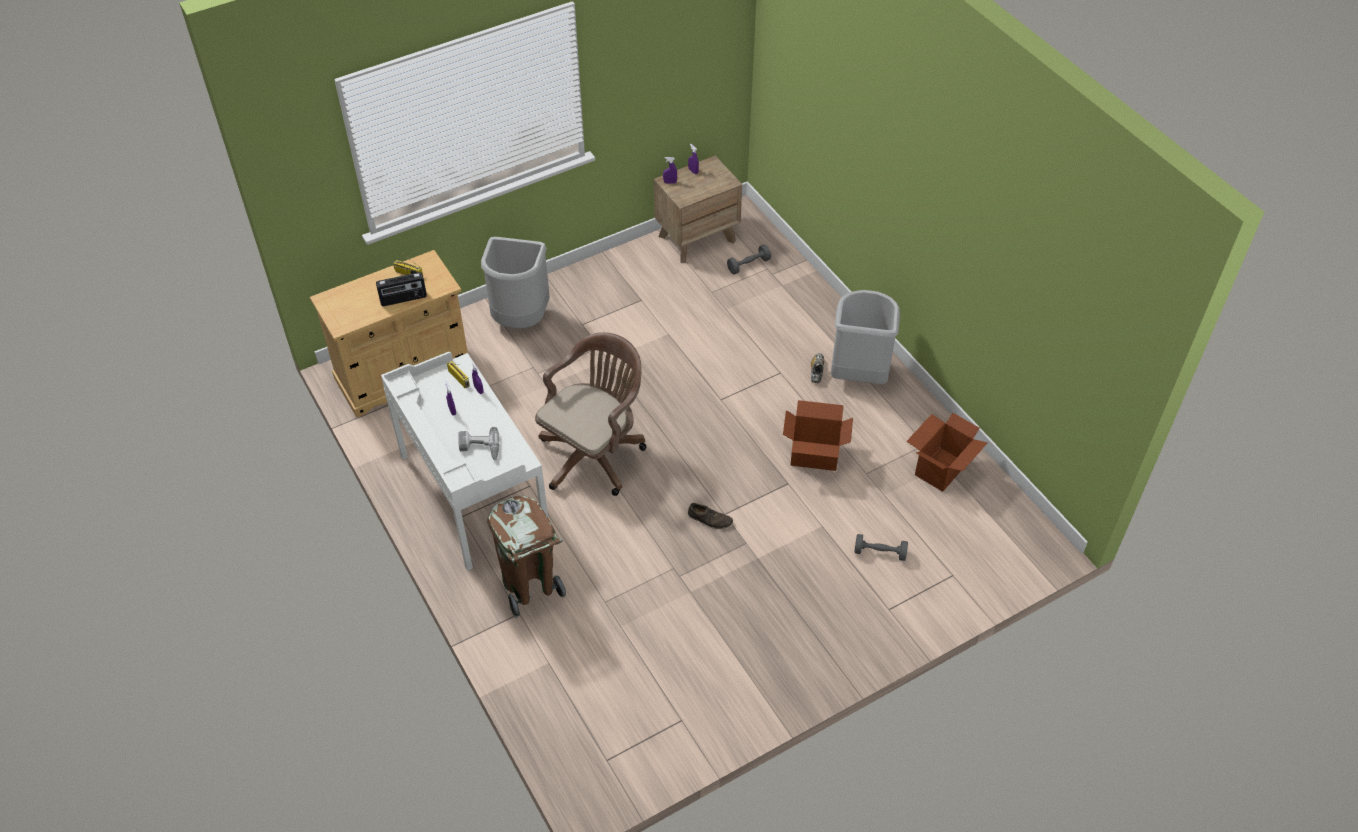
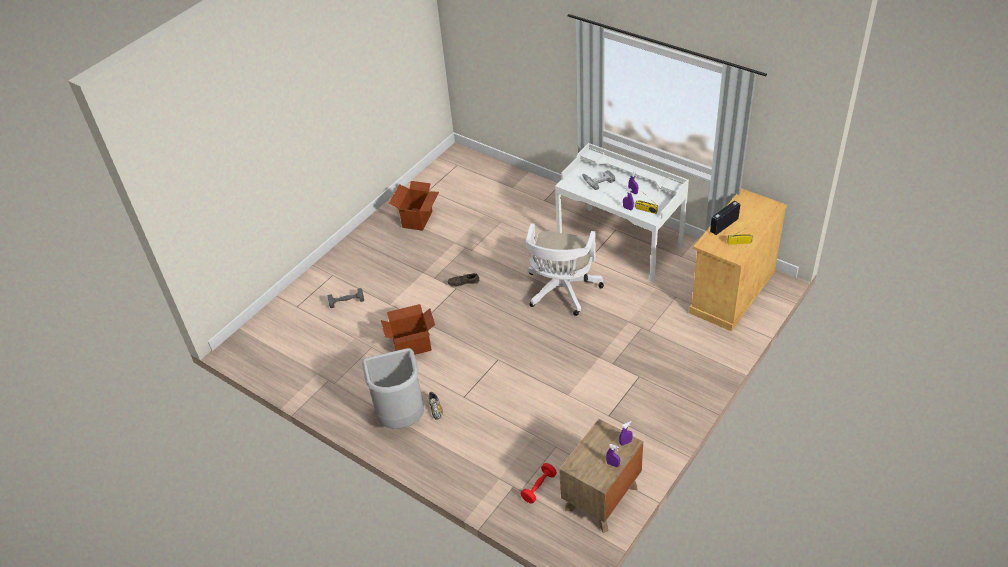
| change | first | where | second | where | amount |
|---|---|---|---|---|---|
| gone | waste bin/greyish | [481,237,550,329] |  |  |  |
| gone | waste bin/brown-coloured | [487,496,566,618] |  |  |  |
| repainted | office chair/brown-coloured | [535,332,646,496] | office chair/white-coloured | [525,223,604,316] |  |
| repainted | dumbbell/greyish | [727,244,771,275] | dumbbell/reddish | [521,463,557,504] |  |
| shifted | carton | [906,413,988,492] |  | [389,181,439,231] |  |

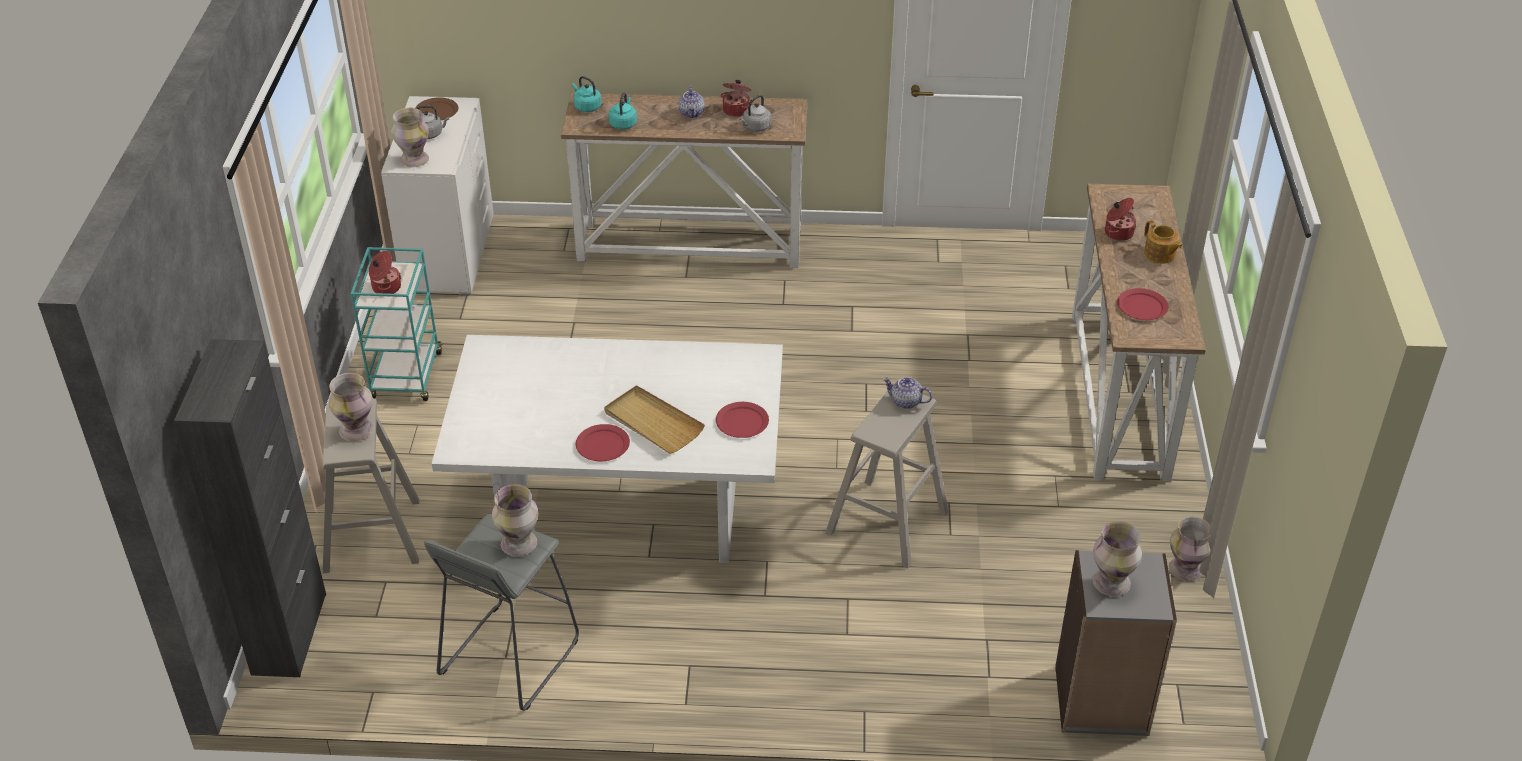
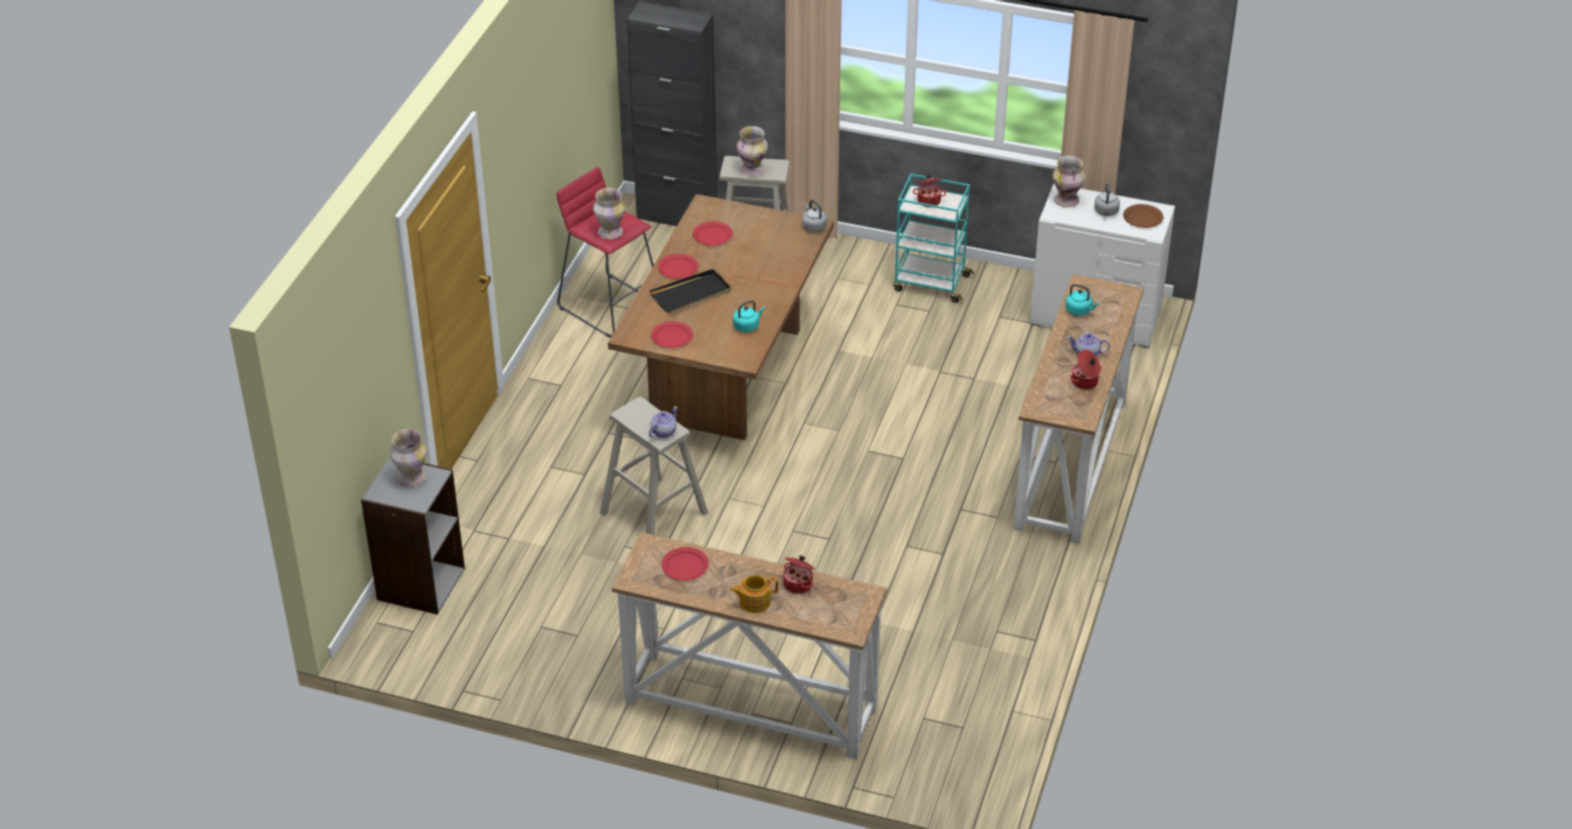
| change | first | where | second | where | amount |
|---|---|---|---|---|---|
| repainted | stool/greyish | [424,514,579,711] | stool/reddish | [556,167,654,337] |  |
| repainted | kitchen table/white-coloured | [431,335,783,563] | kitchen table/brown-coloured | [608,194,834,440] |  |
| shifted | tea kettle/turquoise-coloured | [572,76,601,112] |  | [733,300,765,332] |  |
| repainted | tray/beige-coloured | [604,385,705,454] | tray/blackish | [650,269,731,313] |  |
| shifted | tea kettle/greyish | [739,95,771,132] |  | [802,200,827,232] |  |
| gone | decorative vase | [1169,516,1211,581] |  |  |  |
| new |  |  | flat dish/reddish | [693,221,733,246] |  |

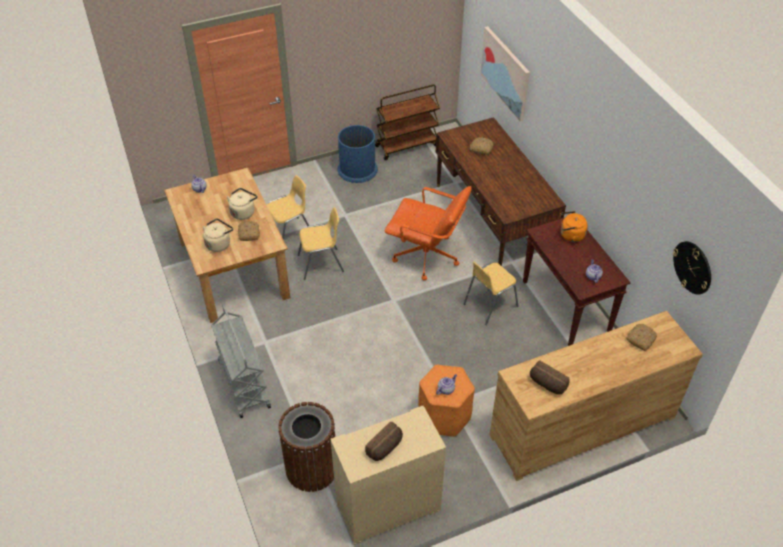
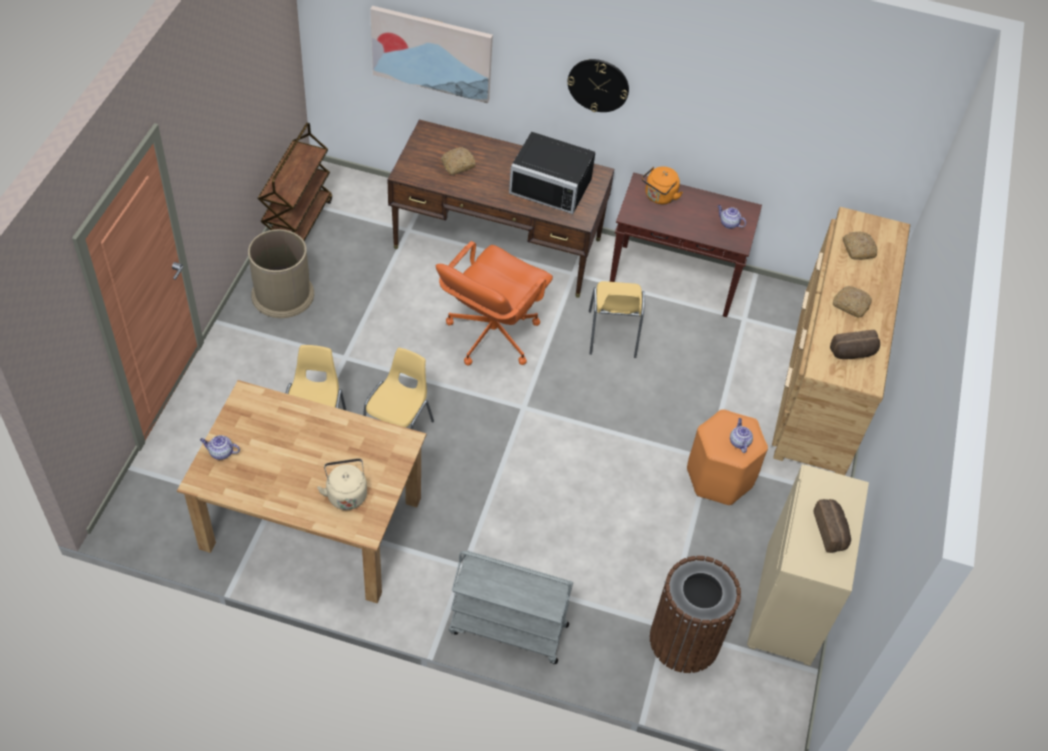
| change | first | where | second | where | amount |
|---|---|---|---|---|---|
| gone | tea kettle/beige-coloured | [227,188,257,220] |  |  |  |
| shifted | bread | [238,221,260,241] |  | [833,286,872,317] |  |
| repainted | waste bin/blue | [338,125,378,183] | waste bin/brown-coloured | [248,229,314,318] |  |
| rotated | office chair/orangey | [385,186,472,280] |  | [436,241,553,366] | 150 degrees clockwise |
| shifted | wall clock | [673,241,711,295] |  | [567,59,629,112] |  |
| new |  |  | microwave/blackish | [509,132,595,214] |  |

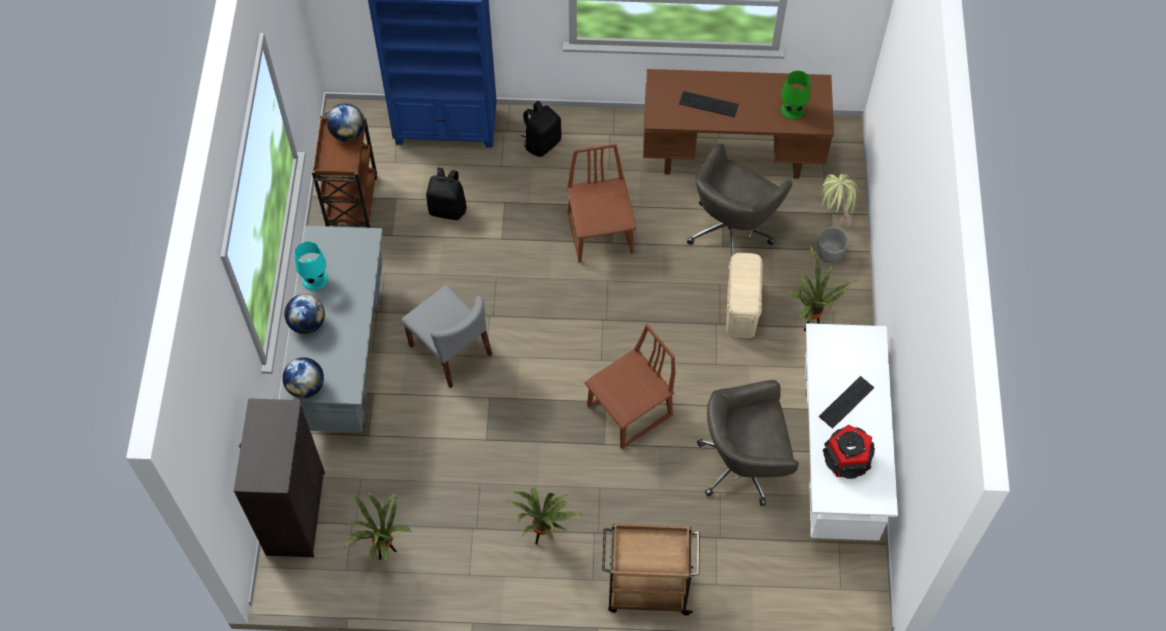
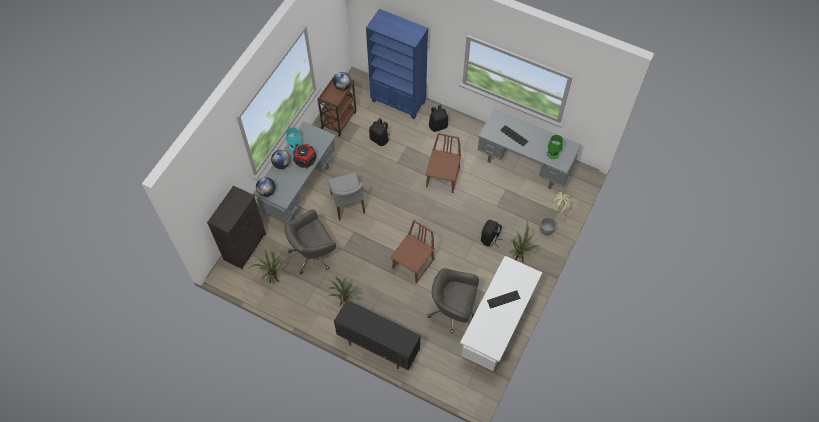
| change | first | where | second | where | amount |
|---|---|---|---|---|---|
| rotated | plain chair/brown-coloured | [585,324,676,449] |  | [391,220,435,283] | 45 degrees counterclockwise |
| swapped | trolley/brown-coloured | [602,523,700,615] | storage cabinet/blackish | [334,300,421,370] |  |
| repainted | desk/brown-coloured | [643,69,834,179] | desk/greyish | [478,109,581,189] |  |
| shifted | office chair/greyish | [687,143,792,256] |  | [284,210,336,274] |  |
| swapped | storage container/beige-coloured | [726,253,763,338] | backpack/blackish | [481,220,503,247] |  |
| shifted | speaker | [823,424,875,479] |  | [293,143,317,169] |  |

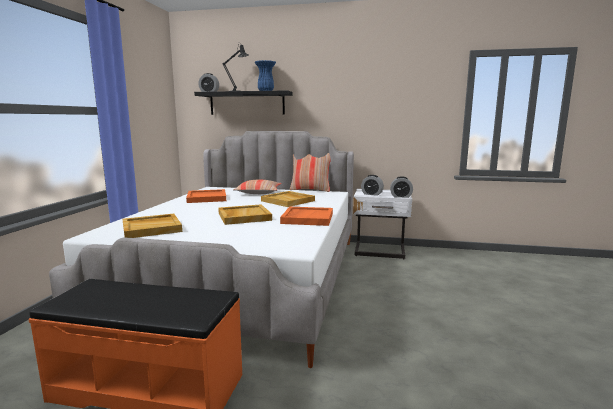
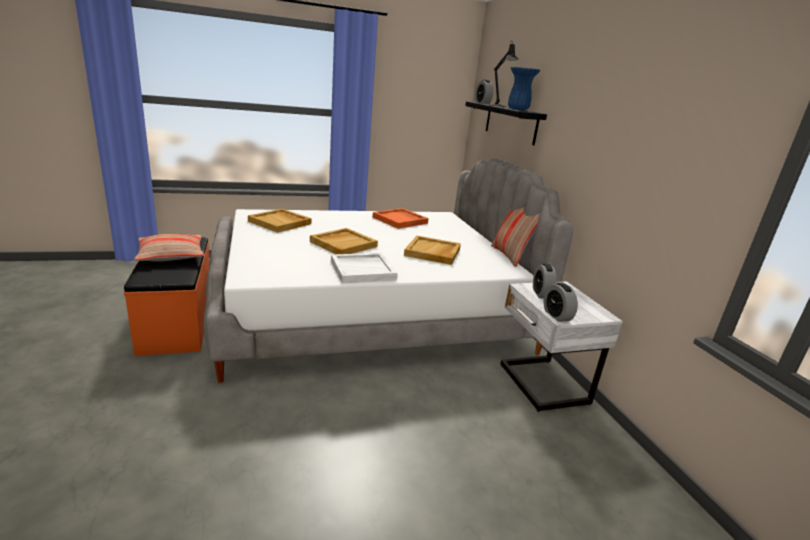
| change | first | where | second | where | amount |
|---|---|---|---|---|---|
| shifted | cushion | [233,180,282,194] |  | [134,234,204,262] |  |
| repainted | tray/orangey | [280,207,333,226] | tray/white-coloured | [331,253,398,283] |  |

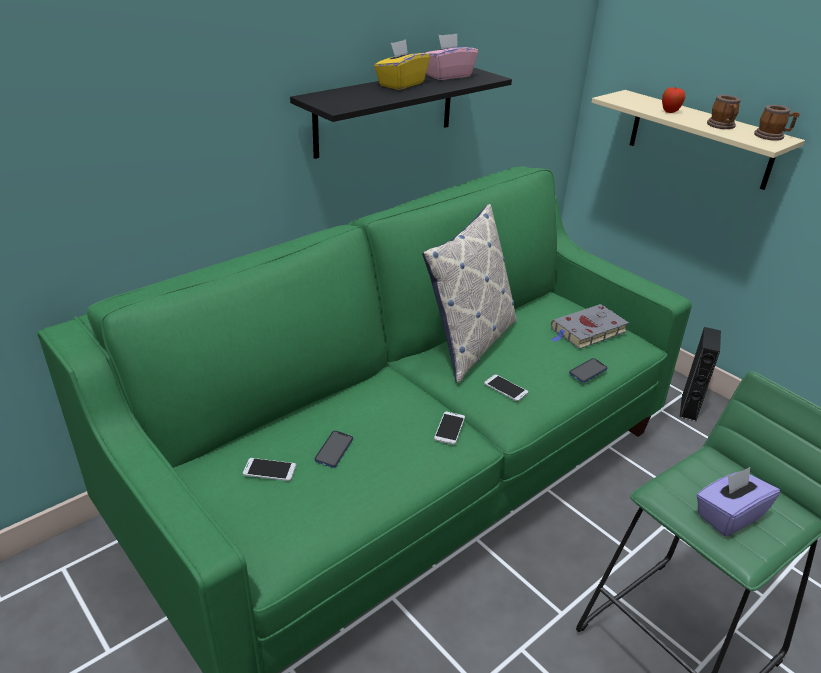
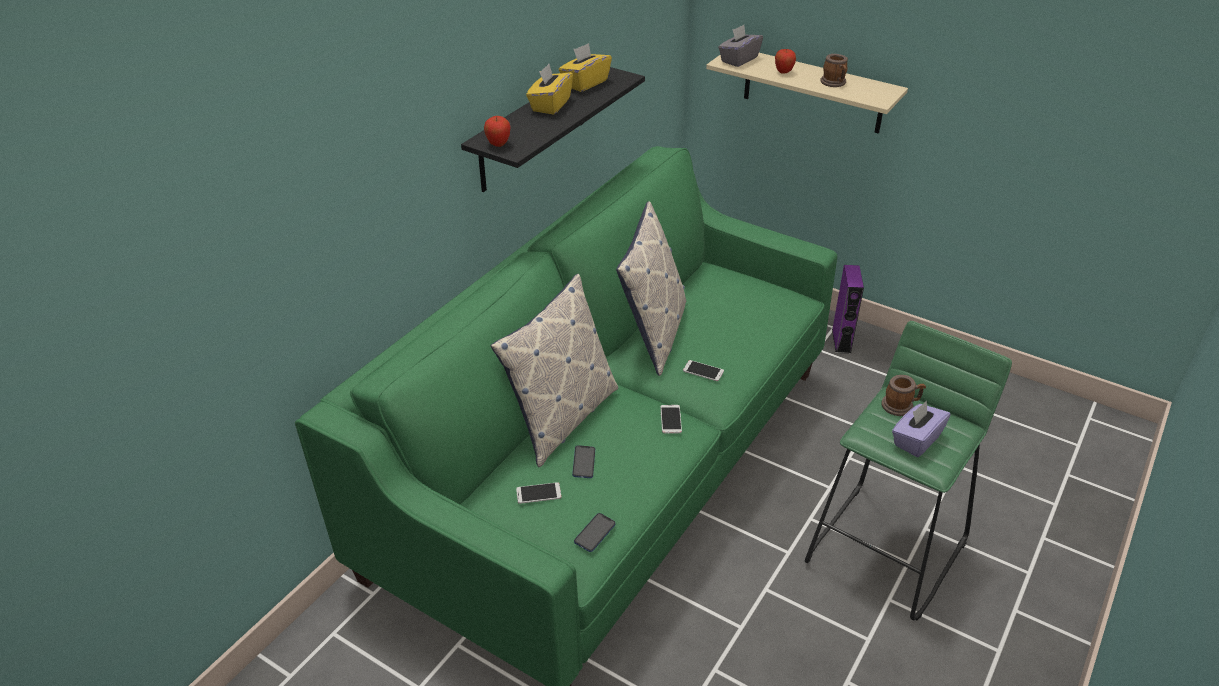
| change | first | where | second | where | amount |
|---|---|---|---|---|---|
| repainted | box of tissues/pink-coloured | [426,34,478,80] | box of tissues/yellowish | [559,43,612,92] |  |
| gone | book/greyish | [551,304,629,349] |  |  |  |
| shifted | handset | [569,358,608,383] |  | [574,513,616,552] |  |
| repainted | speaker/blackish | [680,327,721,422] | speaker/purple-coloured | [832,265,864,354] |  |
| shifted | coffee mug | [754,105,800,141] |  | [881,375,926,416] |  |
| new |  |  | apple | [484,116,511,147] |  |
| new |  |  | cushion | [490,274,618,467] |  |
| new |  |  | box of tissues/greyish | [718,25,763,67] |  |

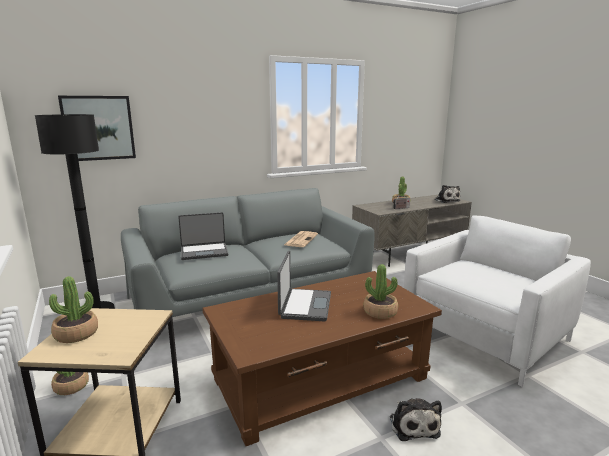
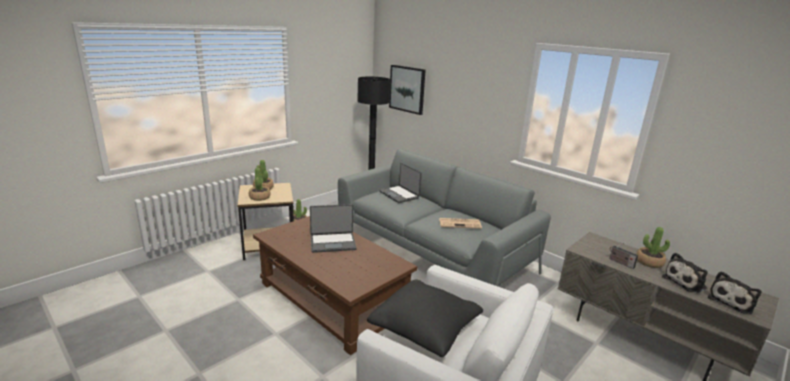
| change | first | where | second | where | amount |
|---|---|---|---|---|---|
| shifted | houseplant | [363,264,398,319] |  | [249,168,271,201] |  |
| shifted | soft toy | [390,398,442,441] |  | [662,253,708,293] |  |
| new |  |  | cushion/blackish | [367,280,483,357] |  |

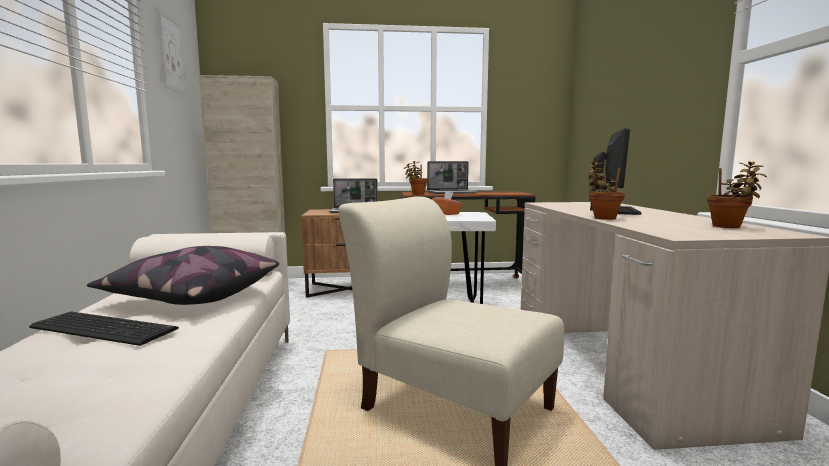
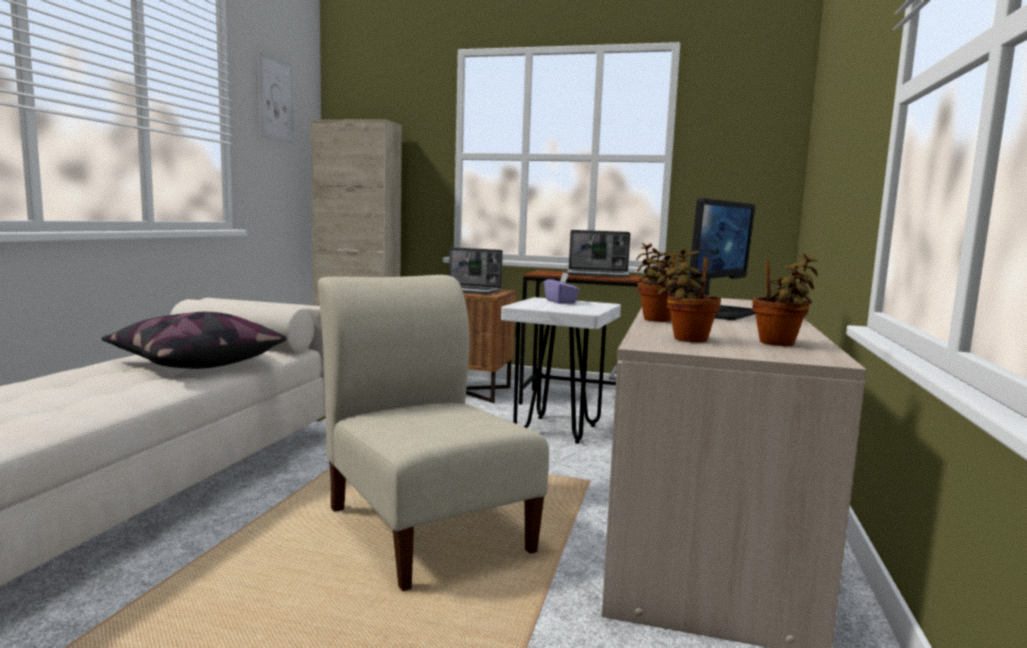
| change | first | where | second | where | amount |
|---|---|---|---|---|---|
| gone | PC keyboard | [29,312,179,346] |  |  |  |
| shifted | houseplant | [404,161,428,194] |  | [654,249,721,343] |  |
| repainted | box of tissues/orangey | [432,192,463,215] | box of tissues/purple-coloured | [544,273,580,304] |  |

